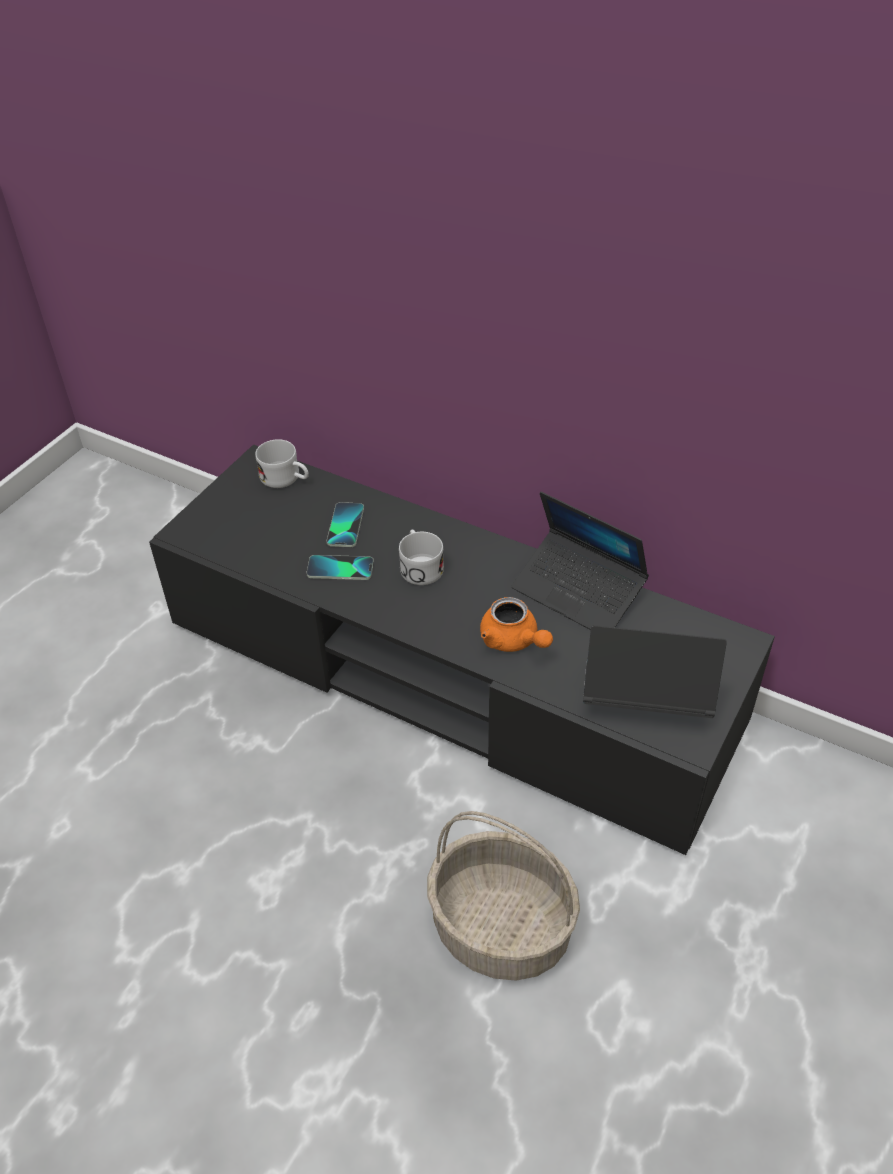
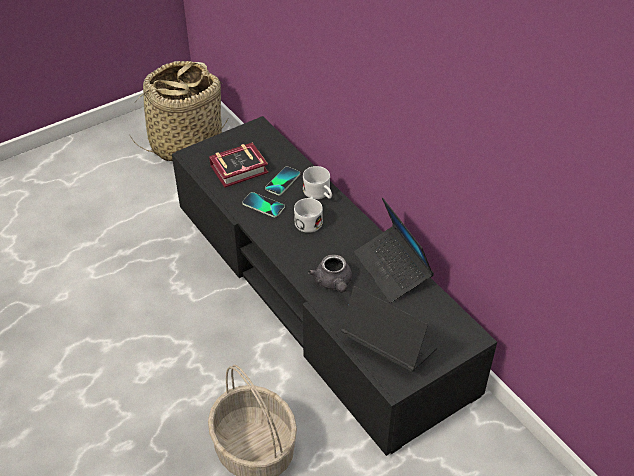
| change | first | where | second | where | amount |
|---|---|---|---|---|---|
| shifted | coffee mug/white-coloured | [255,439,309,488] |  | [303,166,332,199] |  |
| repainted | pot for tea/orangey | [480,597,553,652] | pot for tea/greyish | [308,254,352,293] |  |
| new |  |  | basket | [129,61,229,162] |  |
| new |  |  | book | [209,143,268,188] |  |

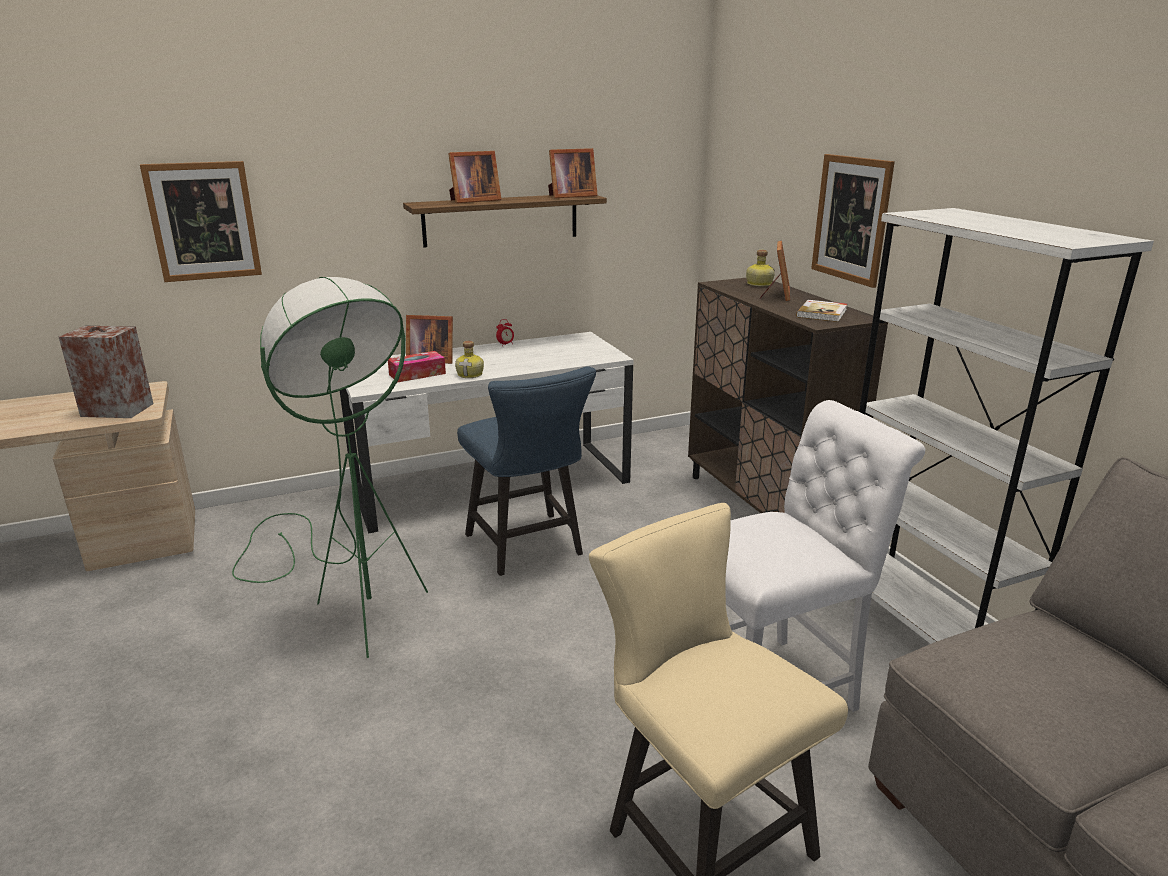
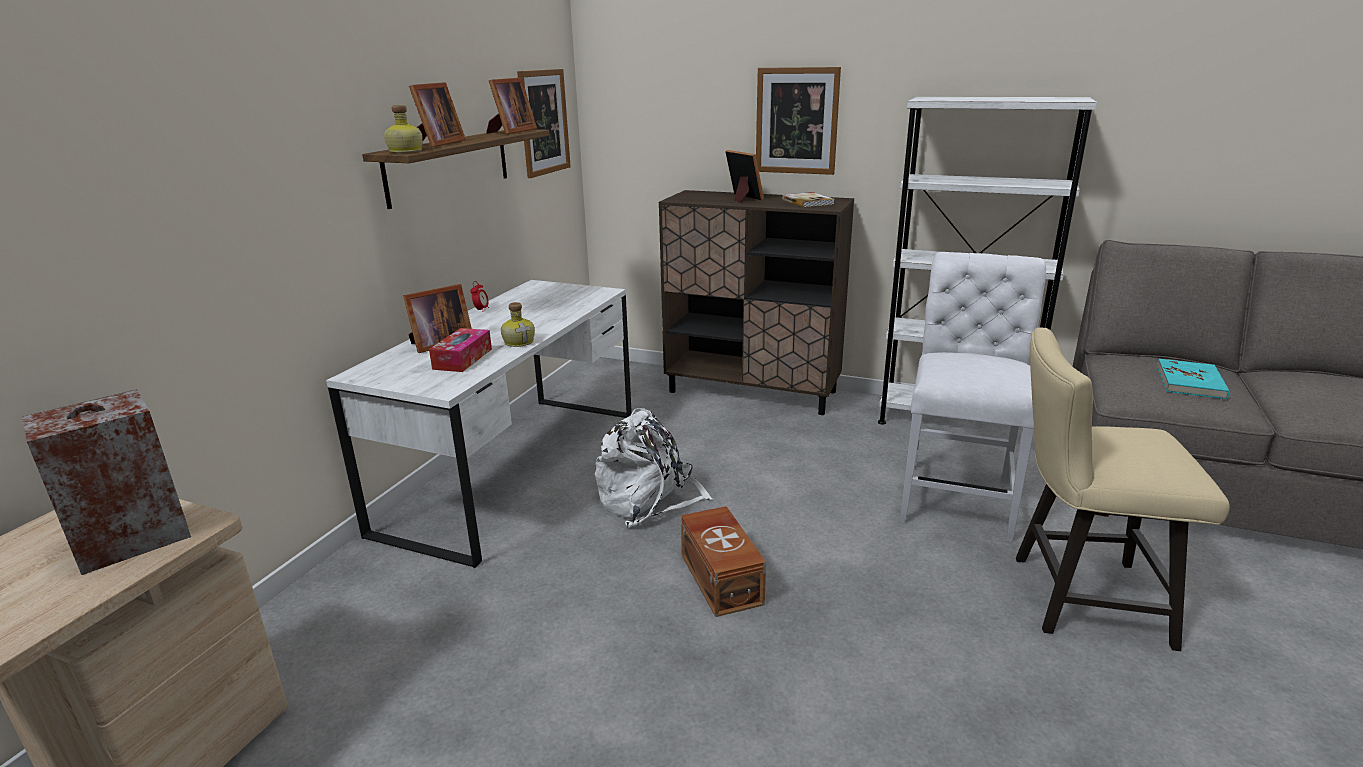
| change | first | where | second | where | amount |
|---|---|---|---|---|---|
| shifted | picture | [140,161,262,282] |  | [517,69,571,178] |  |
| gone | standing lamp/green-coloured | [232,277,428,658] |  |  |  |
| swapped | plain chair/blue | [457,366,596,576] | backpack/white-coloured | [595,408,713,528] |  |
| shifted | bottle | [746,250,775,286] |  | [384,105,423,153] |  |
| new |  |  | storage container/brown-coloured | [681,506,766,617] |  |
| new |  |  | book/turquoise-coloured | [1157,359,1230,399] |  |

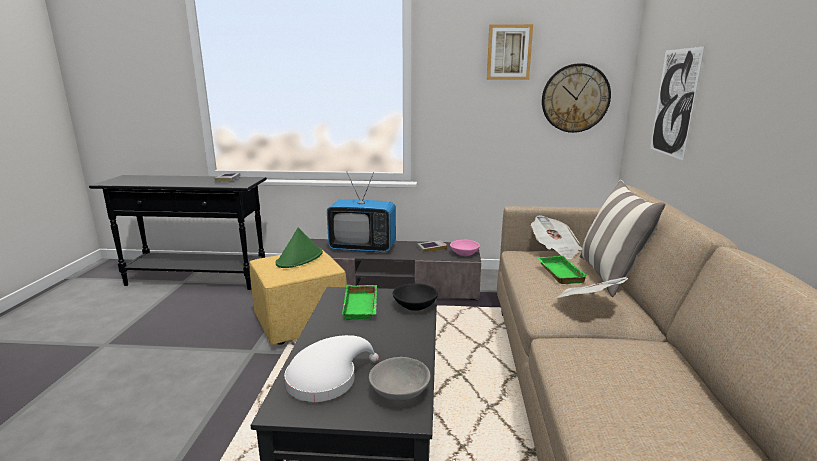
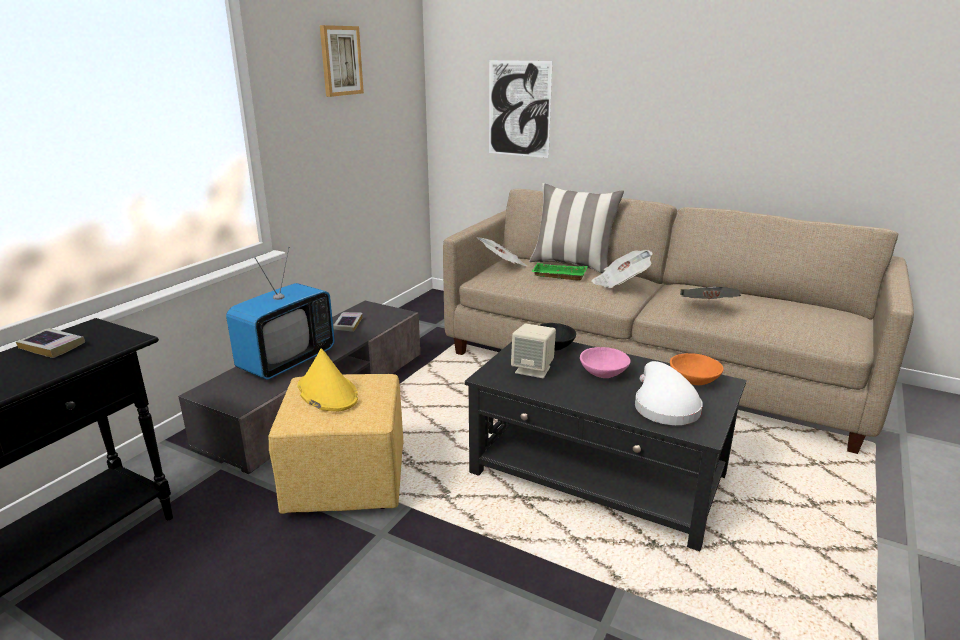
| change | first | where | second | where | amount |
|---|---|---|---|---|---|
| repainted | clothing hat/green-coloured | [275,228,323,268] | clothing hat/yellowish | [298,349,358,411] |  |
| swapped | tray/green-coloured | [342,285,377,320] | speaker/beige-coloured | [511,324,556,378] |  |
| repainted | deep dish/greyish | [369,357,430,401] | deep dish/orangey | [670,353,724,385] |  |
| shifted | deep dish/pink-coloured | [450,240,480,256] |  | [580,347,631,378] |  |
| gone | wall clock | [542,63,611,133] |  |  |  |
| new |  |  | newspaper | [680,287,741,299] |  |

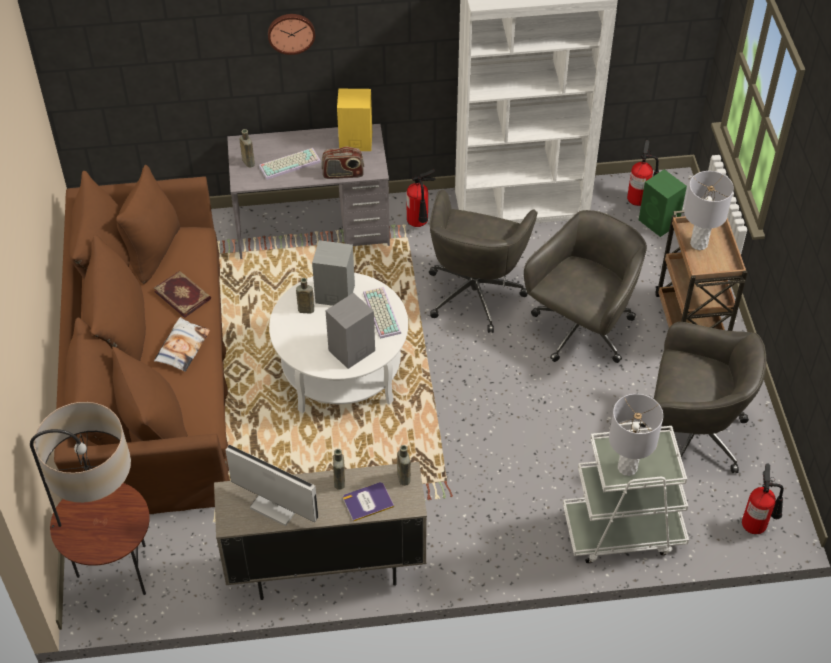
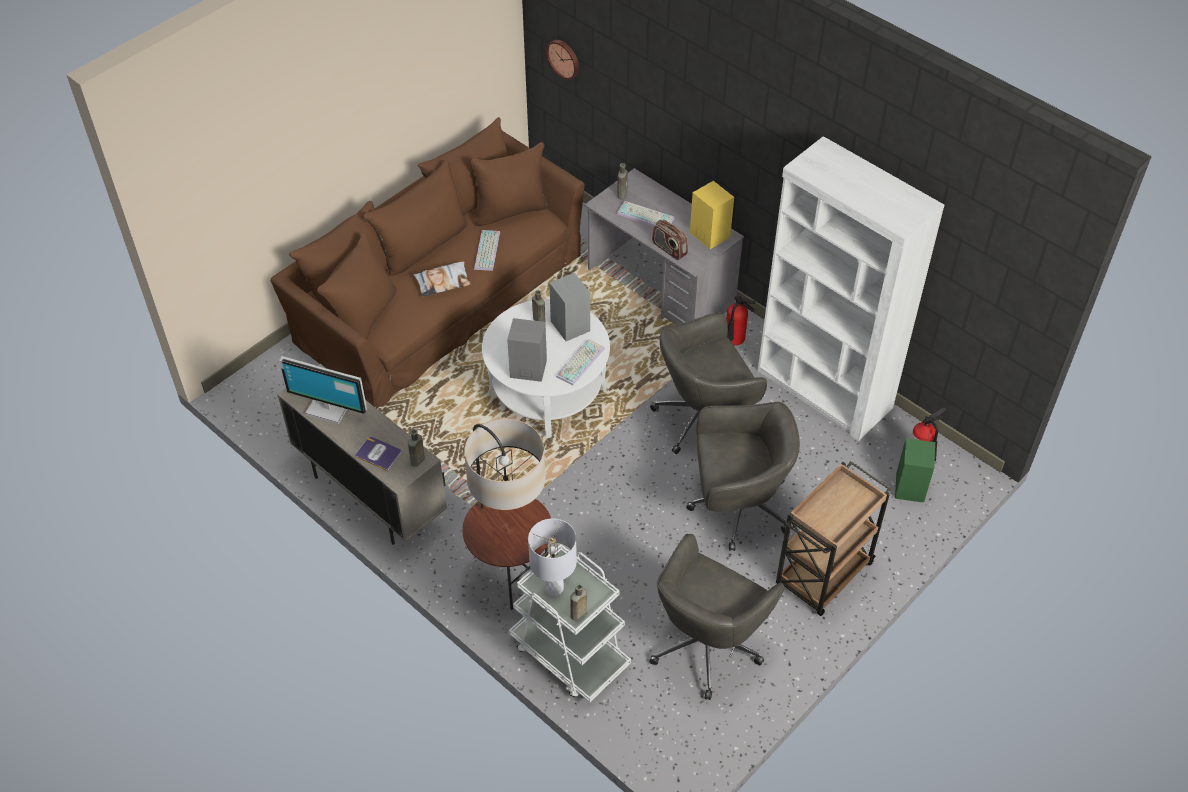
| change | first | where | second | where | amount |
|---|---|---|---|---|---|
| shifted | standing lamp | [30,402,150,595] |  | [462,419,551,610] |  |
| swapped | book | [154,271,211,318] | PC keyboard | [474,230,500,271] |  |
| rotated | monitor | [226,445,318,526] |  | [279,356,367,424] | 120 degrees clockwise |
| shifted | wall clock | [268,14,315,55] |  | [546,40,579,80] |  |
| shifted | bottle/brown-coloured | [333,449,345,490] |  | [571,584,587,621] |  |
| rotated | office chair/greyish | [638,322,767,473] |  | [649,534,785,700] | 60 degrees clockwise |
| gone | table lamp/greyish | [684,171,734,250] |  |  |  |
| gone | extinguisher | [742,464,784,534] |  |  |  |

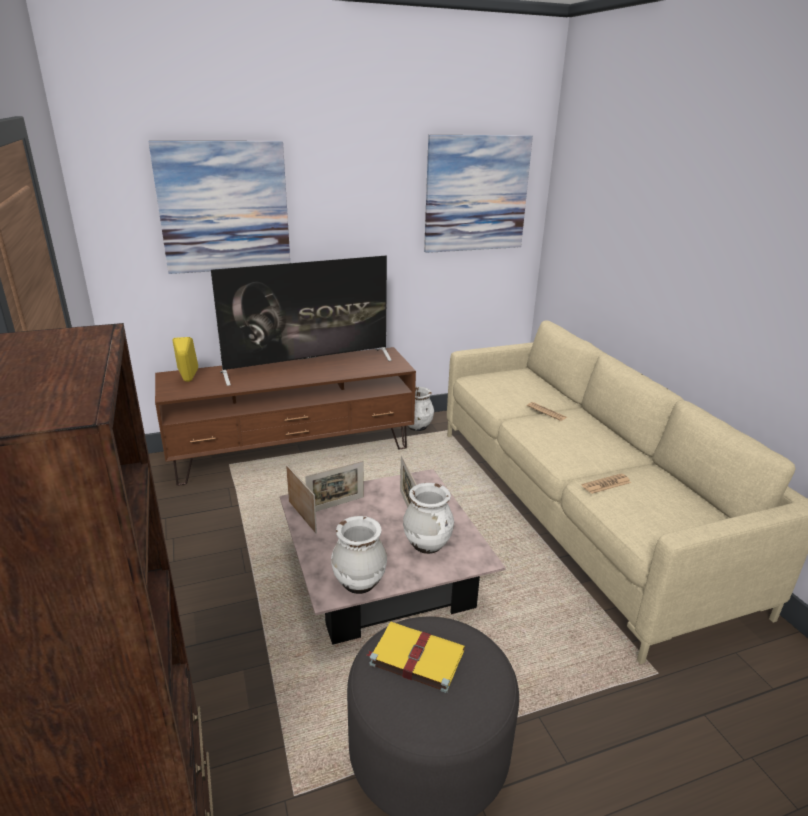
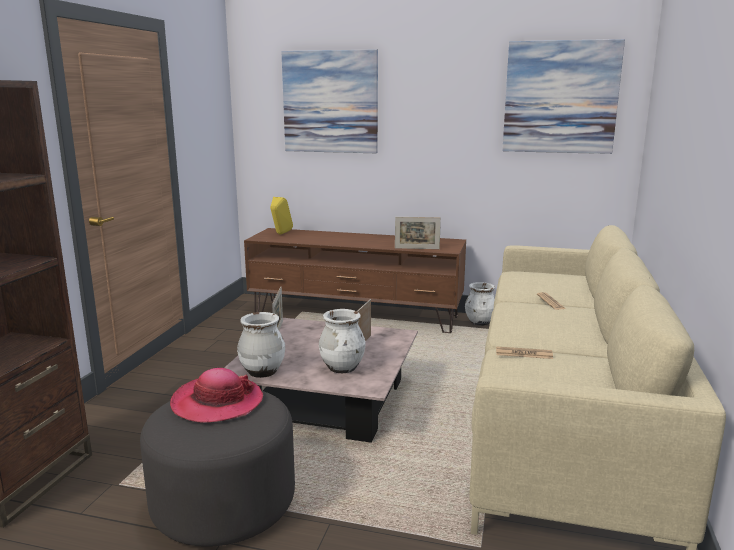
| change | first | where | second | where | amount |
|---|---|---|---|---|---|
| gone | television | [211,255,392,386] |  |  |  |
| shifted | photo frame | [305,461,364,512] |  | [395,217,441,249] |  |
| swapped | book/yellowish | [367,622,465,693] | clothing hat | [170,368,263,423] |  |

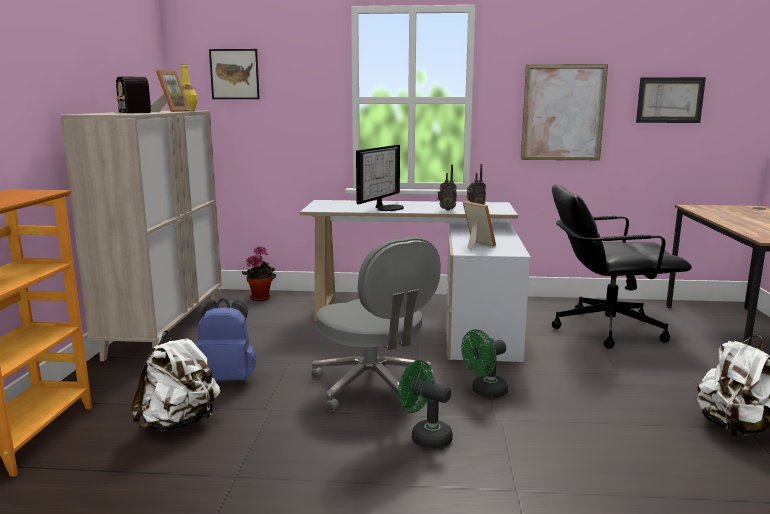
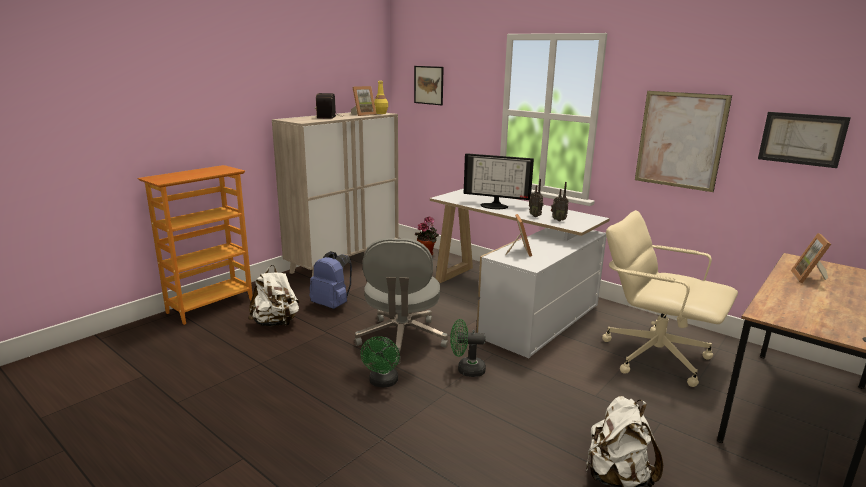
| change | first | where | second | where | amount |
|---|---|---|---|---|---|
| rotated | monitor | [356,145,404,211] |  | [464,153,534,209] | 45 degrees clockwise |
| rotated | electric fan/green-coloured | [398,360,453,449] |  | [361,336,400,387] | 150 degrees counterclockwise |
| repainted | office chair/blackish | [552,184,692,349] | office chair/beige-coloured | [602,210,738,387] |  |
| new |  |  | photo frame | [791,233,831,283] |  |

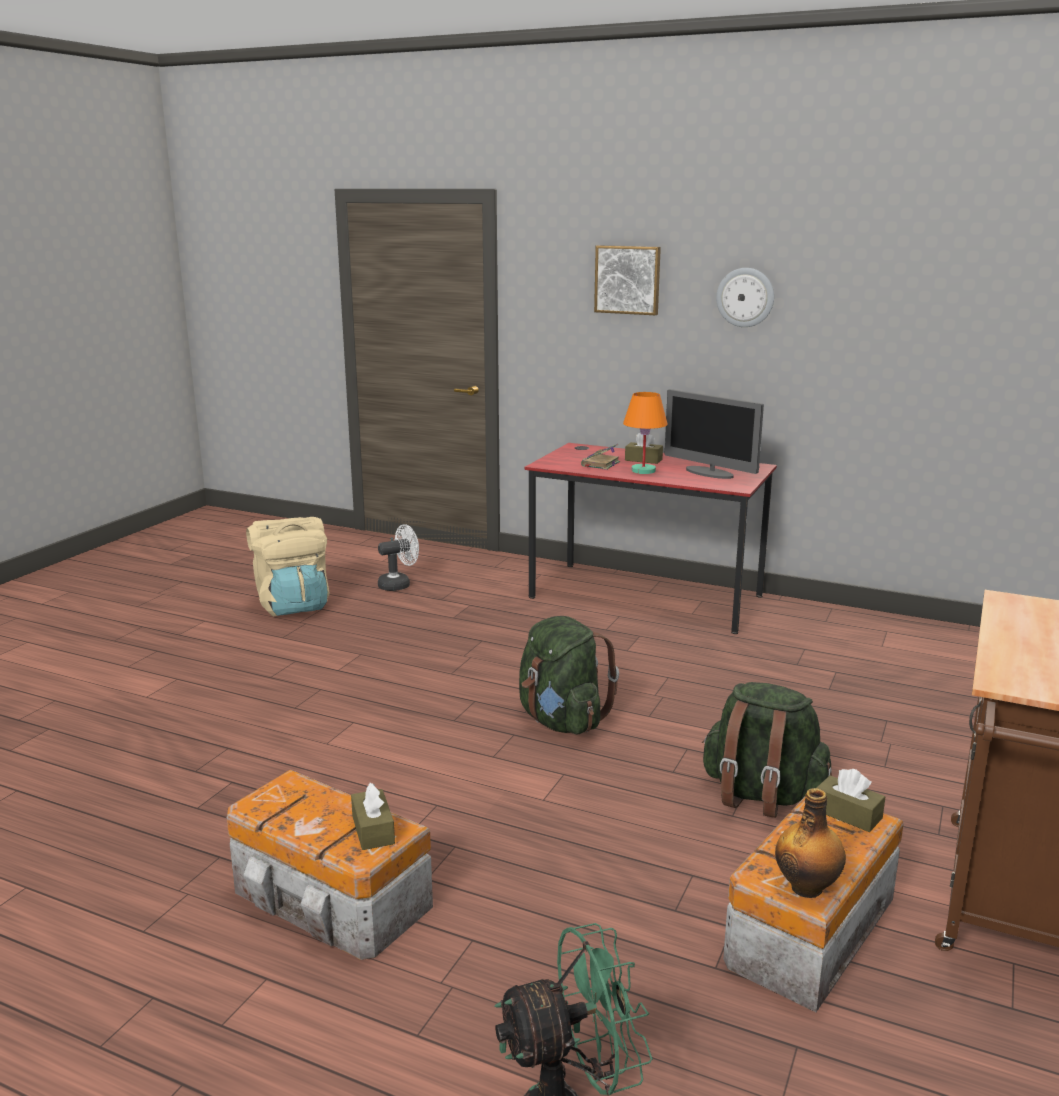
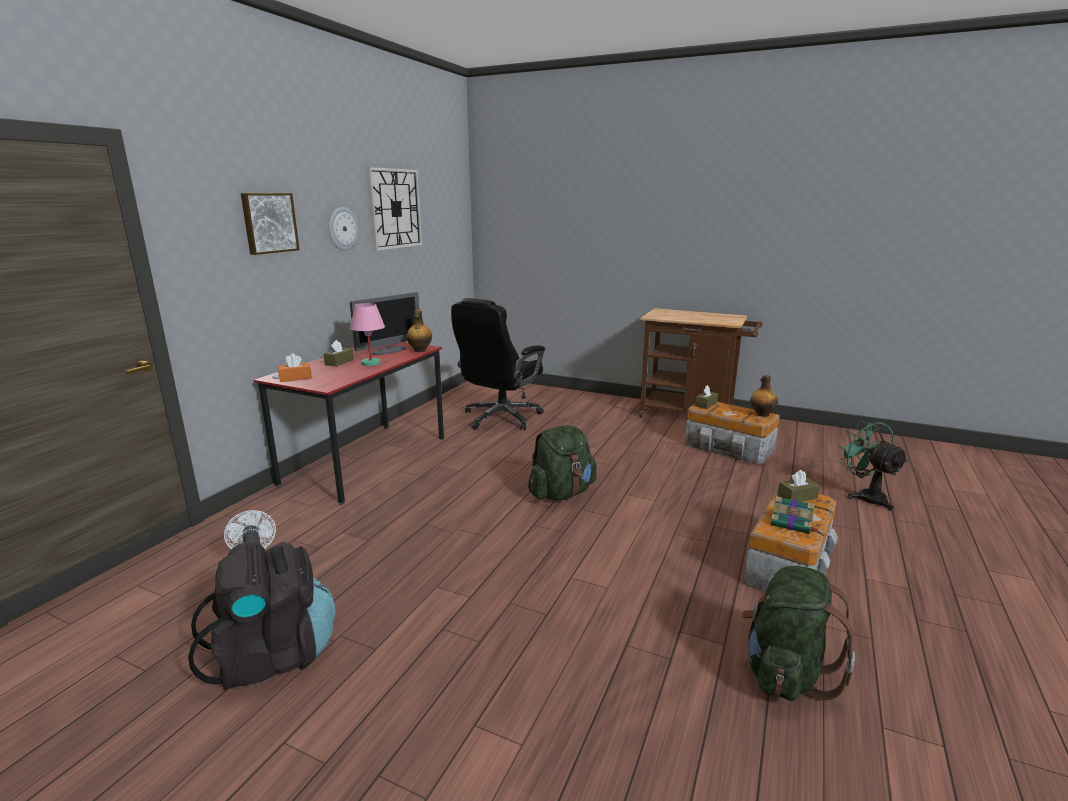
| change | first | where | second | where | amount |
|---|---|---|---|---|---|
| repainted | backpack/beige-coloured | [246,517,330,616] | backpack/blackish | [188,542,336,690] |  |
| shifted | book | [581,444,620,470] |  | [771,496,819,534] |  |
| repainted | table lamp/orangey | [623,392,668,474] | table lamp/pink-coloured | [350,303,385,366] |  |
| shifted | backpack/green-coloured | [702,682,832,818] |  | [741,566,855,701] |  |
| new |  |  | box of tissues/orangey | [278,354,312,382] |  |
| new |  |  | wall clock | [367,167,422,251] |  |
| new |  |  | bottle | [406,310,432,352] |  |
| new |  |  | office chair/blackish | [451,298,545,430] |  |

